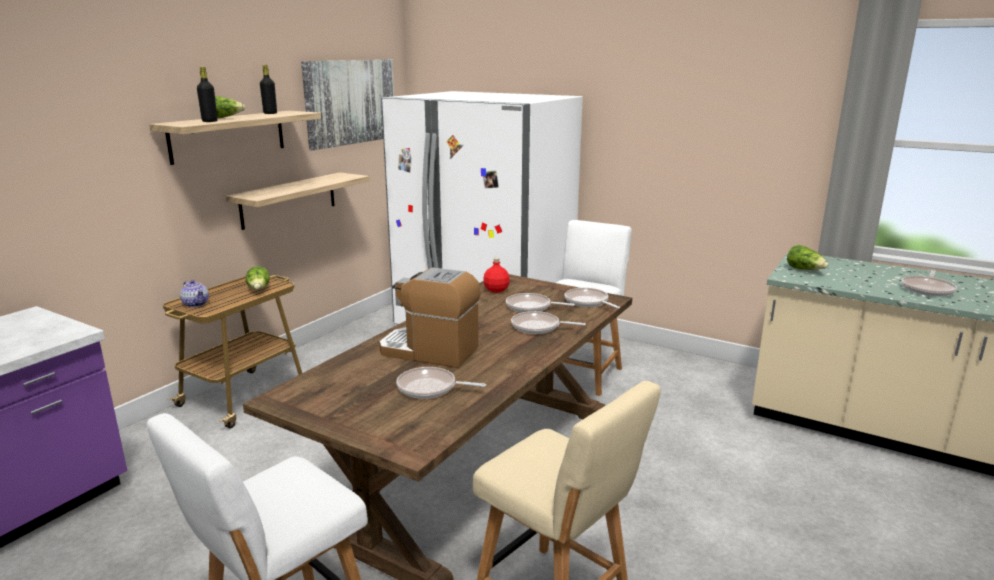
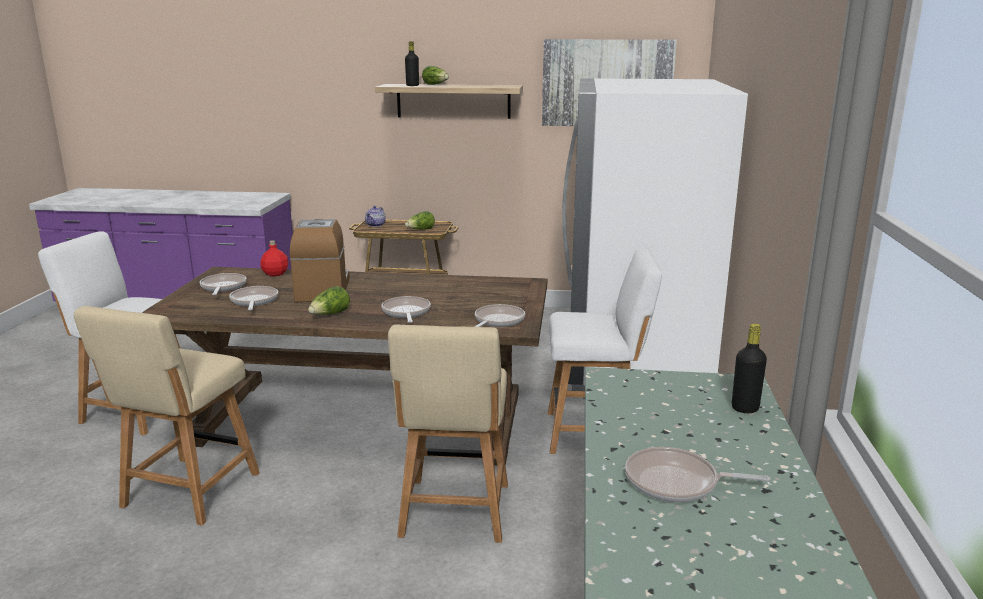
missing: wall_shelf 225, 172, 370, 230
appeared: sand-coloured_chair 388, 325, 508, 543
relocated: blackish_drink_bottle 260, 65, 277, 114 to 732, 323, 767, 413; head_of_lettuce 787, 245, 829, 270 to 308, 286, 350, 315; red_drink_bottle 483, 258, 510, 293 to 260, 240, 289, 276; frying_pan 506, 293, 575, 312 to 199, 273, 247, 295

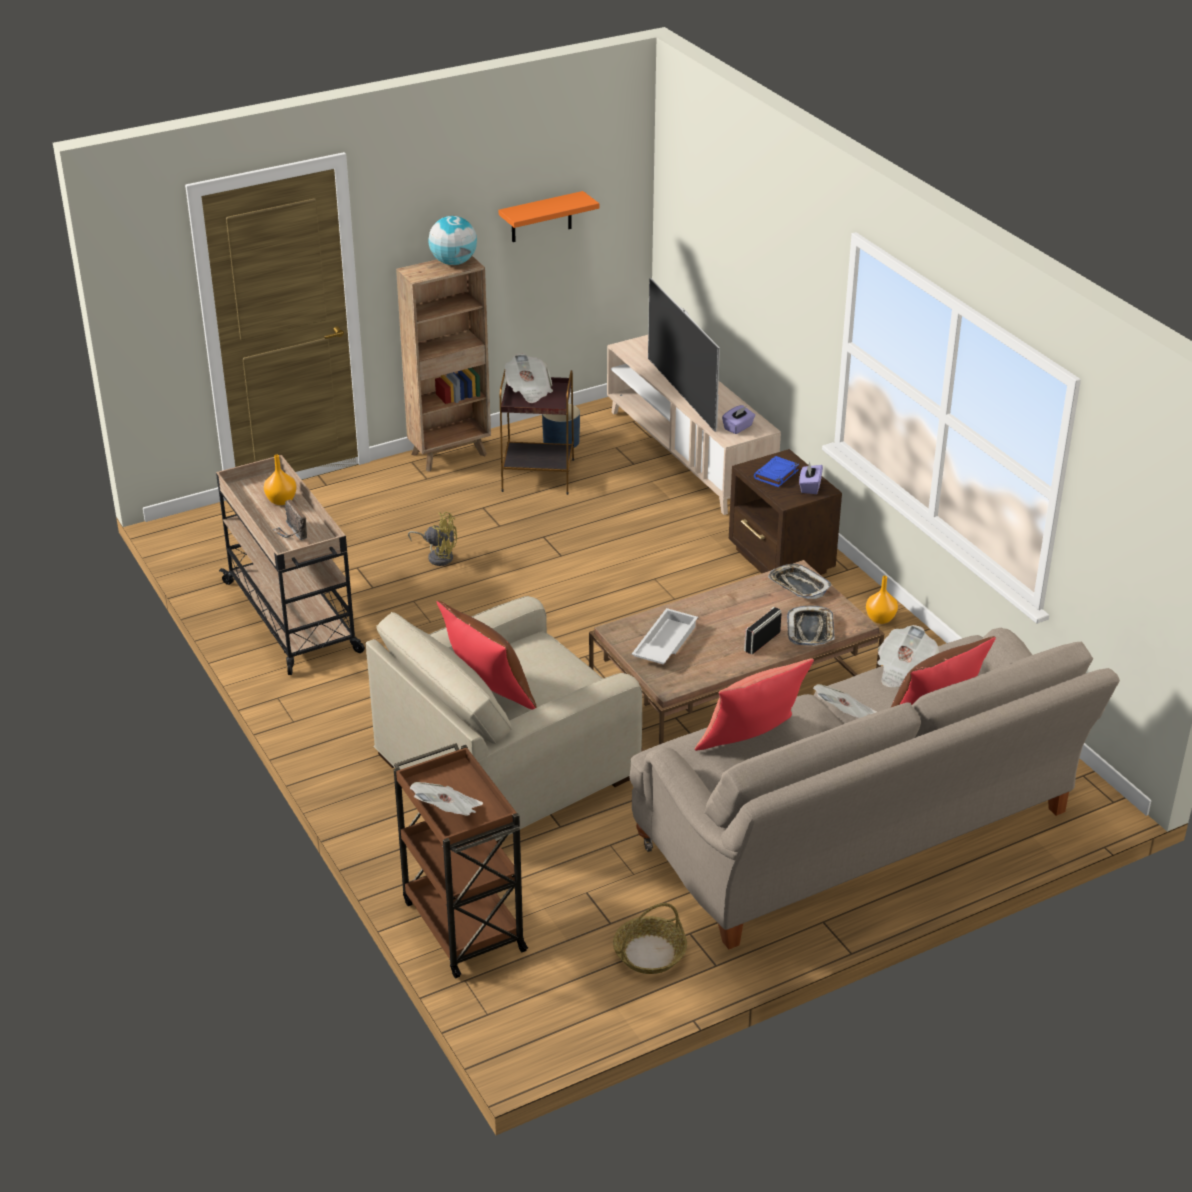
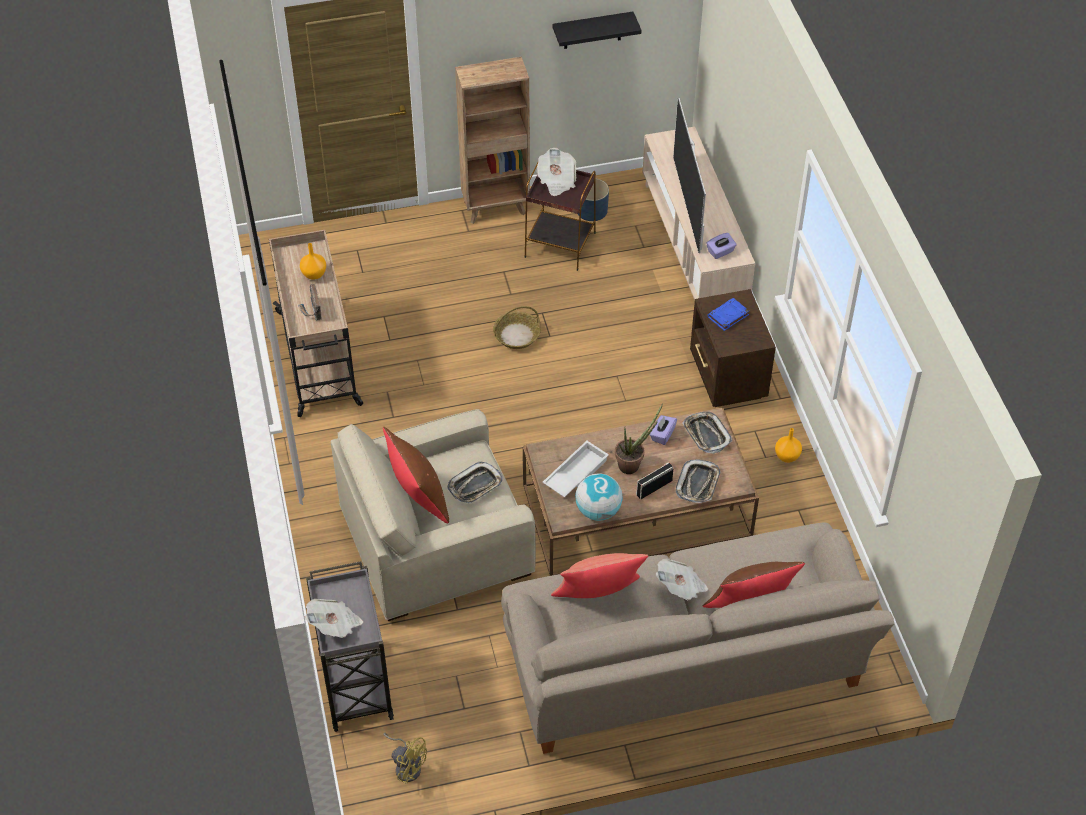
missing: newspaper 877, 625, 939, 687
appeared: potted_plant 615, 403, 663, 474; carrying_tray 447, 461, 503, 504
relocated: desk_globe 428, 216, 477, 265 to 575, 473, 623, 521; purplish_box_of_tissues 799, 462, 823, 494 to 650, 415, 677, 445; yellow-coloured_electric_fan 408, 512, 457, 566 to 383, 733, 427, 784; basket 613, 903, 687, 974 to 493, 306, 541, 349
colour: orange_wall_shelf 499, 191, 599, 242 to blackish_wall_shelf 553, 12, 641, 49; brownish_trolley 394, 743, 528, 978 to grey_trolley 306, 561, 394, 732

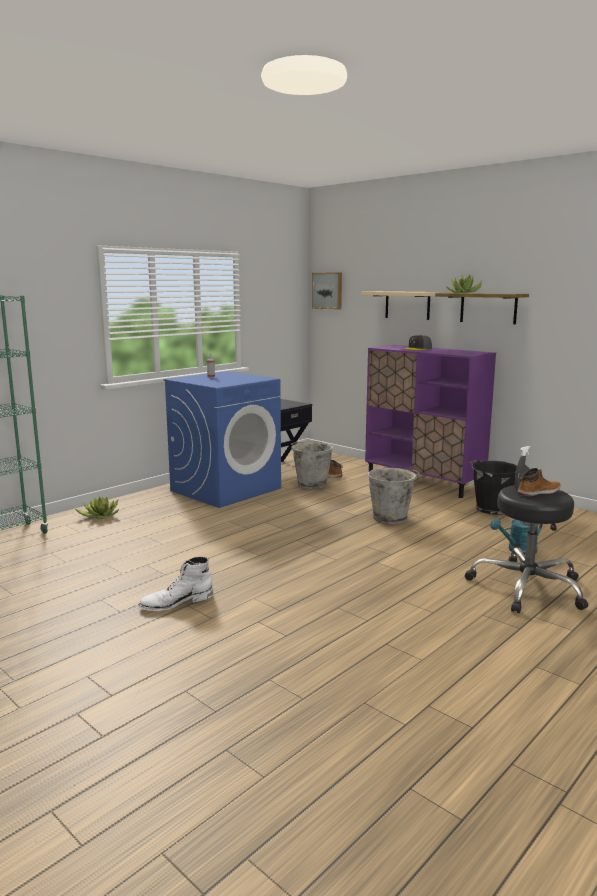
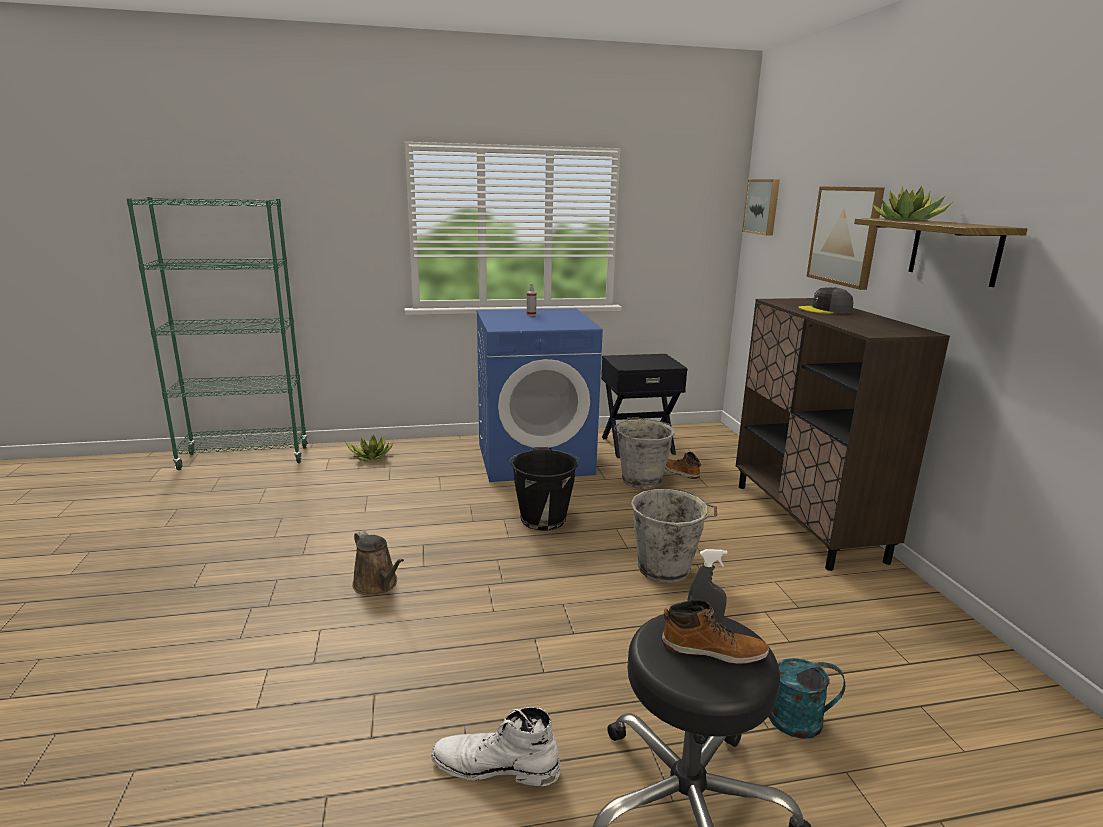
appeared: brownish_sprinkling_can 352, 530, 404, 595
relocated: blackish_pail 469, 460, 517, 515 to 509, 447, 579, 531; whitish_boot 139, 556, 214, 611 to 431, 707, 561, 786
exchanged: sand-coloured_wall_shelf 361, 291, 439, 320 to wall_art 806, 186, 885, 290
colour: purplish_cabinet 365, 345, 496, 498 to brownish_cabinet 736, 298, 950, 571

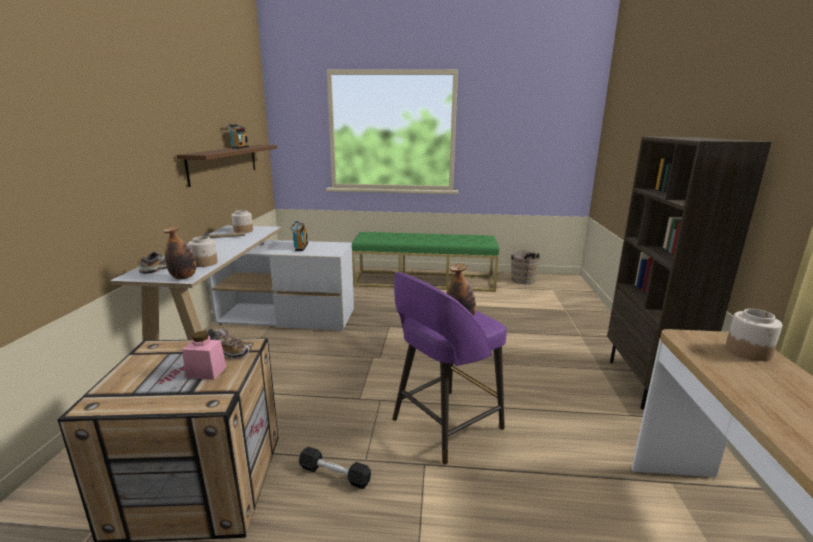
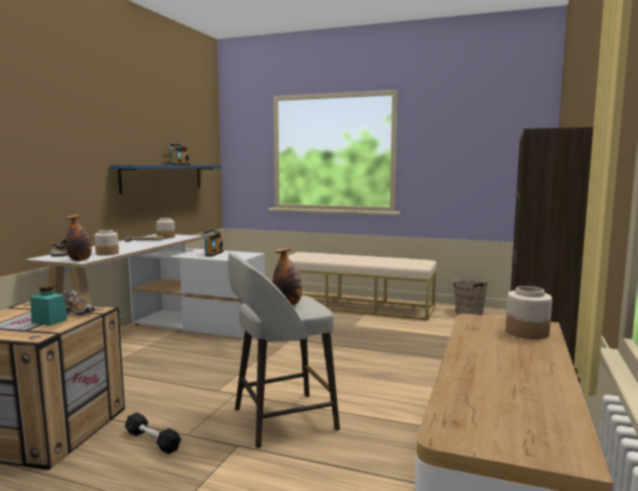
colour: brownish_wall_shelf 176, 145, 277, 187 to blue_wall_shelf 110, 165, 221, 194; greenish_bench 352, 232, 499, 292 to sand-coloured_bench 288, 252, 437, 321; purplish_sitting_stool 392, 272, 507, 465 to grey_sitting_stool 228, 252, 340, 448; pink-coloured_storage_jar 182, 331, 226, 380 to turquoise_storage_jar 31, 285, 67, 326

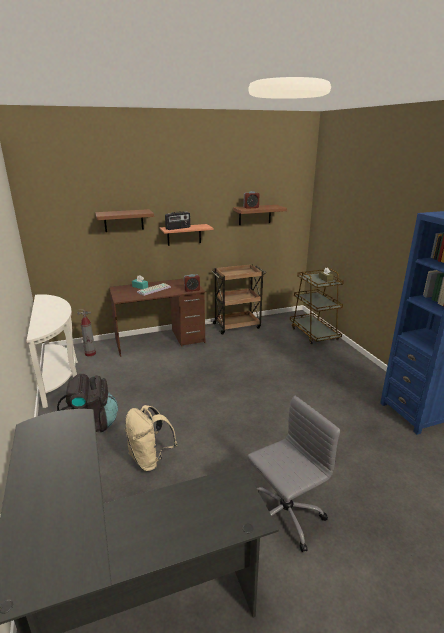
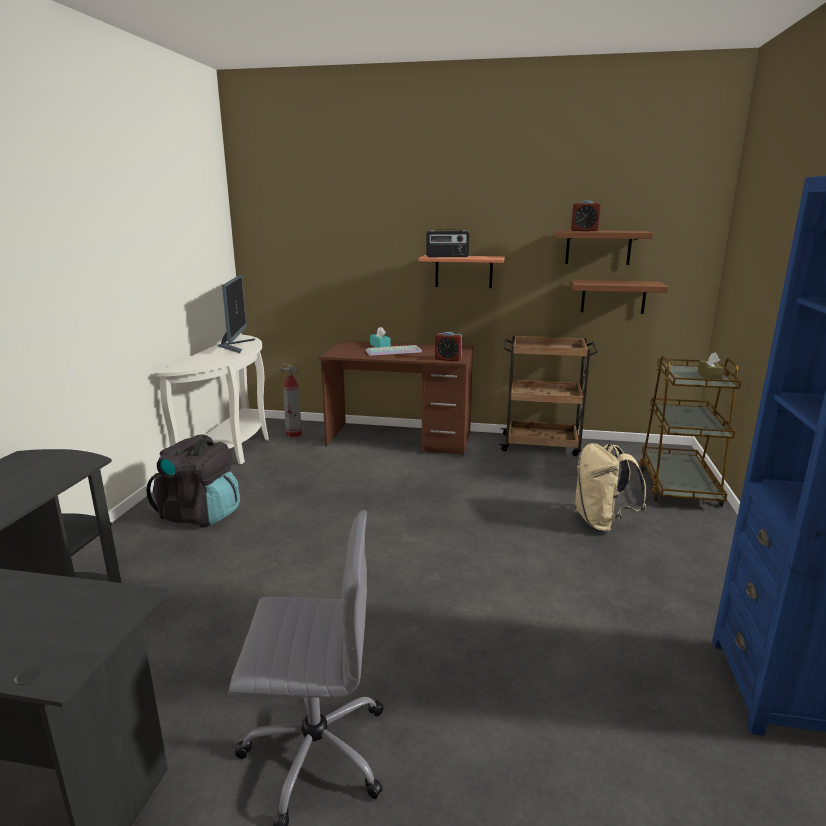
appeared: computer_display 218, 275, 255, 353
relocated: wall_shelf 95, 209, 154, 232 to 571, 280, 669, 314; sand-coloured_backpack 125, 405, 177, 471 to 574, 443, 646, 533

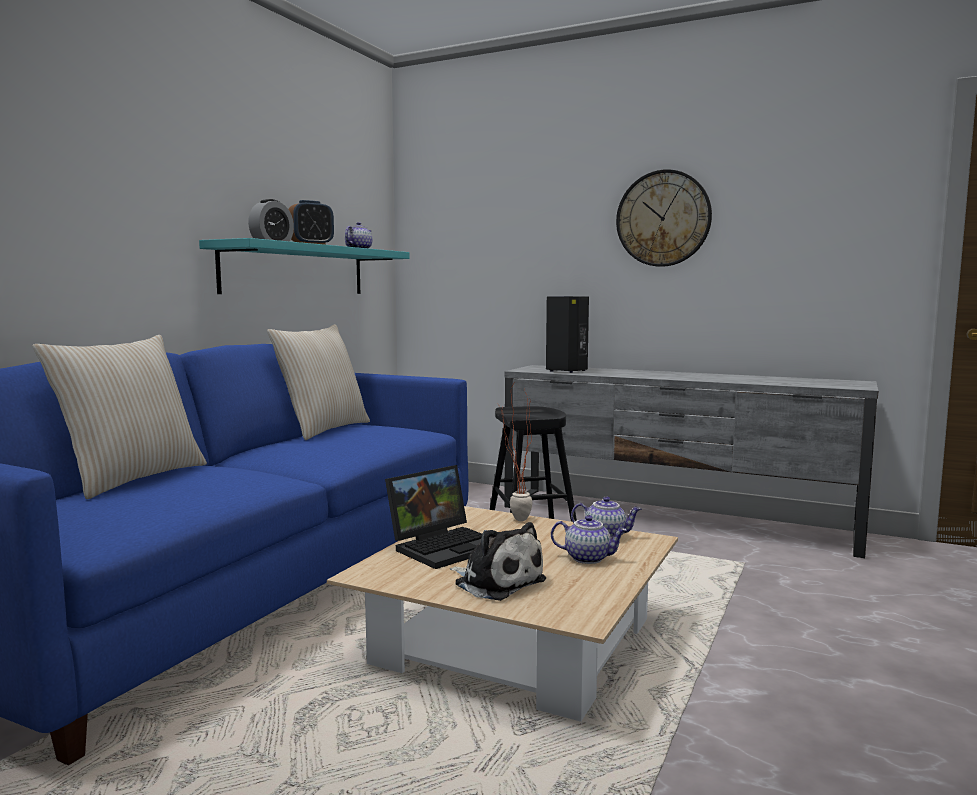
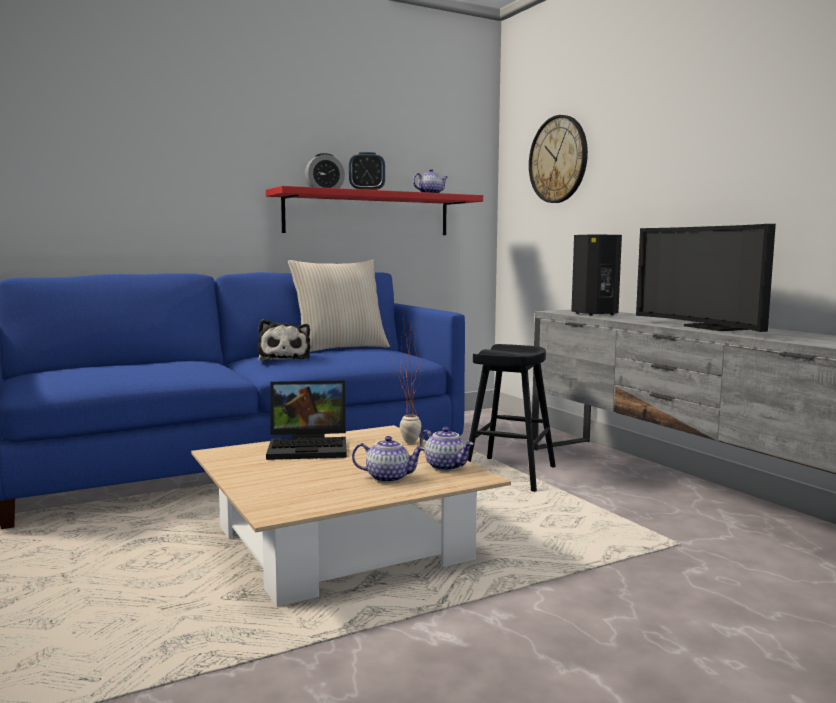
missing: sand-coloured_pillow 33, 335, 207, 499
appeared: TV 636, 224, 776, 332
relocated: hanging_clock 616, 169, 712, 267 to 529, 115, 588, 203; cuddly_toy 450, 522, 546, 601 to 257, 319, 311, 361
colour: turquoise_wall_shelf 199, 238, 410, 294 to red_wall_shelf 266, 186, 483, 235
spun: teapot 551, 515, 627, 564 = 352, 436, 425, 483 45 degrees counterclockwise

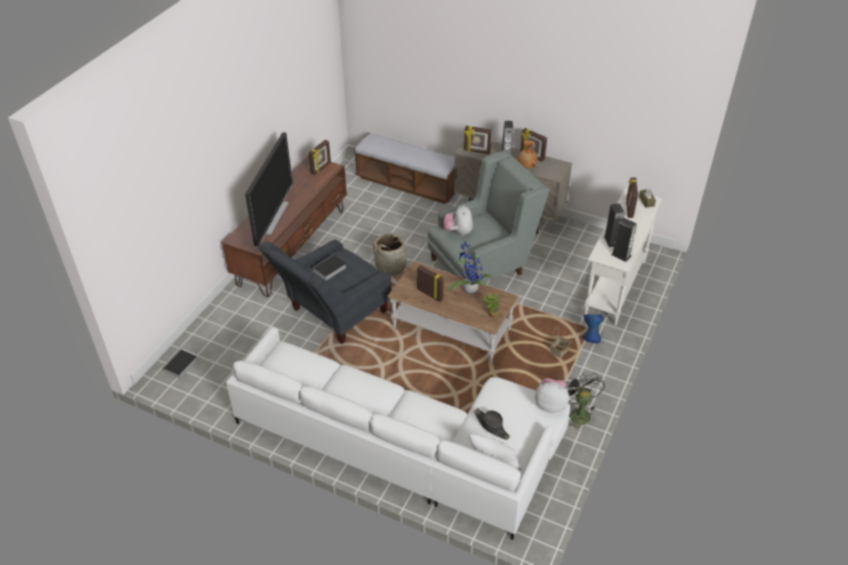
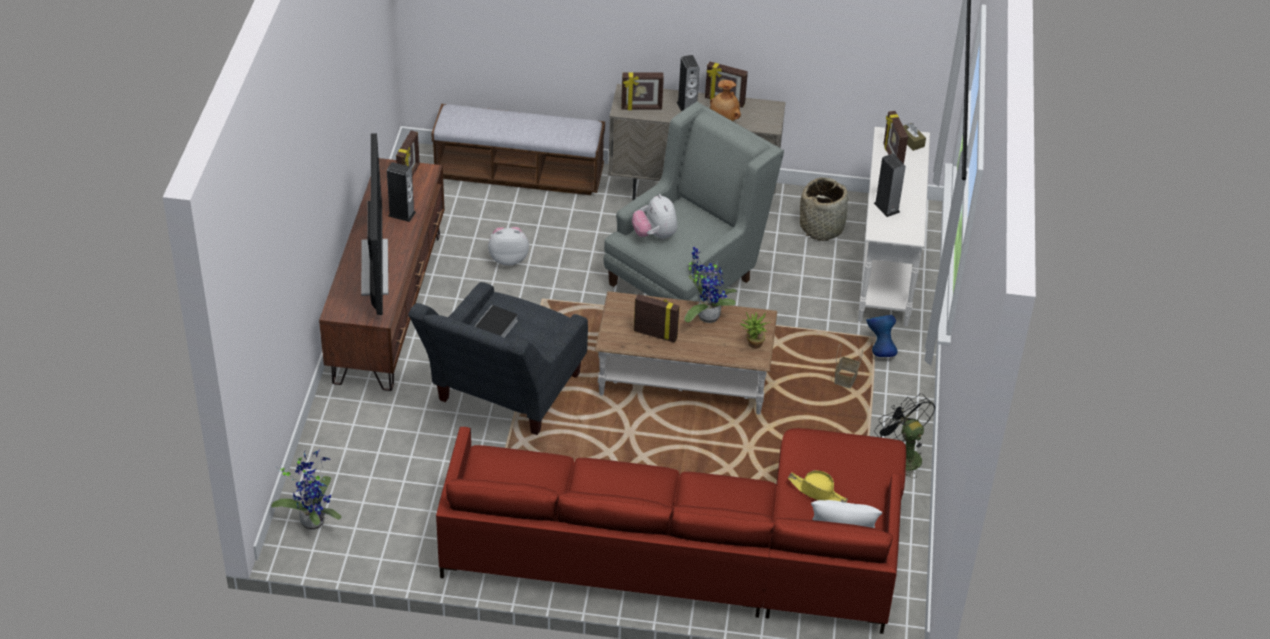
relocated: loudspeaker 612, 218, 637, 262 to 387, 162, 416, 222; basket 373, 233, 412, 276 to 800, 178, 848, 241; cuddly_toy 535, 378, 569, 413 to 488, 227, 529, 266
exchanged: volume 161, 350, 198, 379 to potted_plant 271, 449, 341, 530
colour: whitish_settee 226, 327, 570, 540 to red_settee 436, 427, 906, 634; blackish_clothing_hat 474, 408, 510, 440 to yellow-coloured_clothing_hat 788, 470, 848, 503

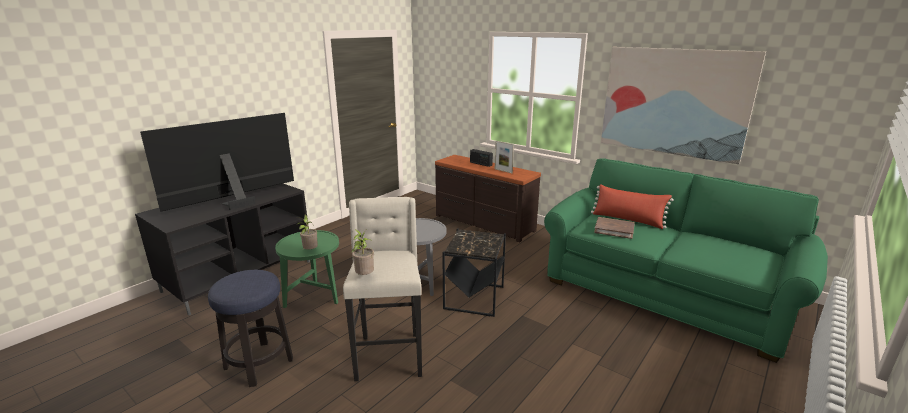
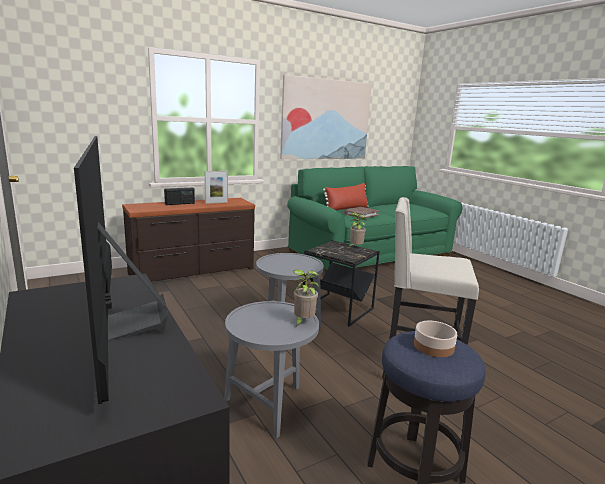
appeared: serving_bowl 414, 321, 457, 357
relocated: potted_plant 352, 229, 374, 275 to 349, 212, 367, 247
colour: greenish_accent_table 275, 230, 339, 308 to grey_accent_table 224, 301, 319, 438

